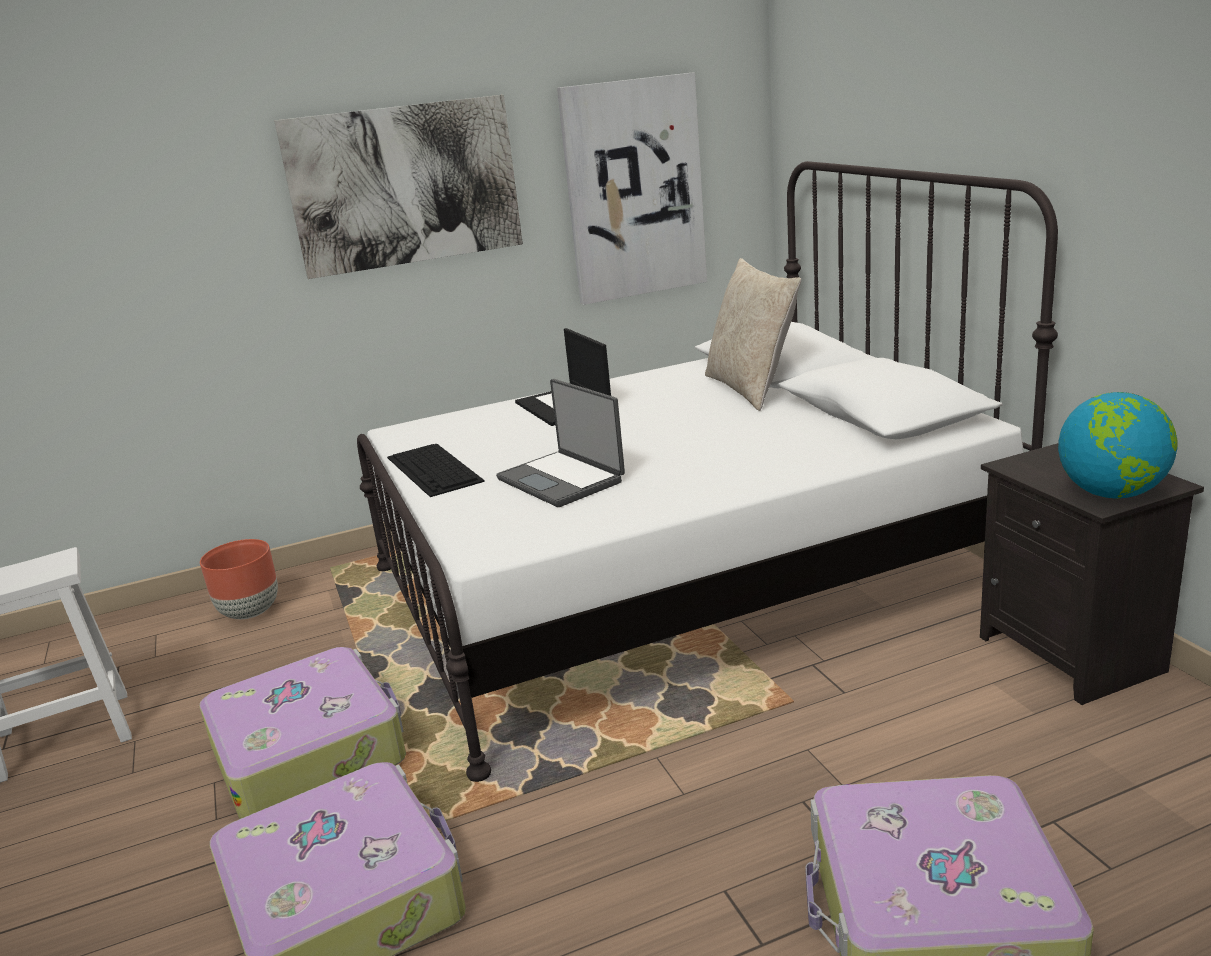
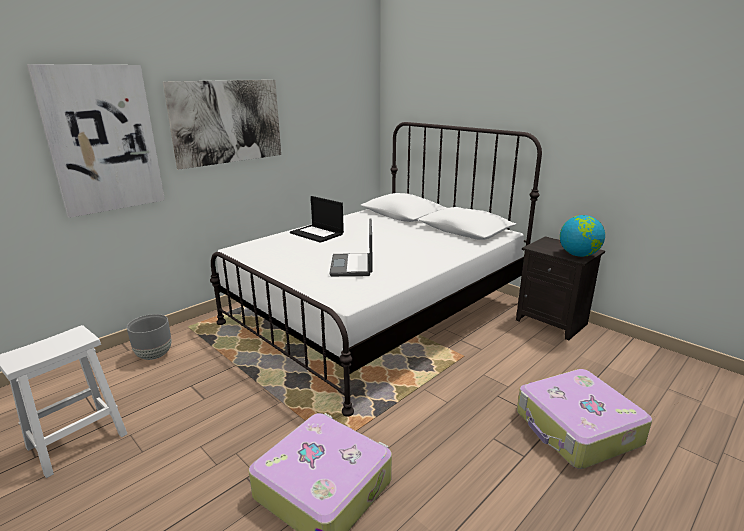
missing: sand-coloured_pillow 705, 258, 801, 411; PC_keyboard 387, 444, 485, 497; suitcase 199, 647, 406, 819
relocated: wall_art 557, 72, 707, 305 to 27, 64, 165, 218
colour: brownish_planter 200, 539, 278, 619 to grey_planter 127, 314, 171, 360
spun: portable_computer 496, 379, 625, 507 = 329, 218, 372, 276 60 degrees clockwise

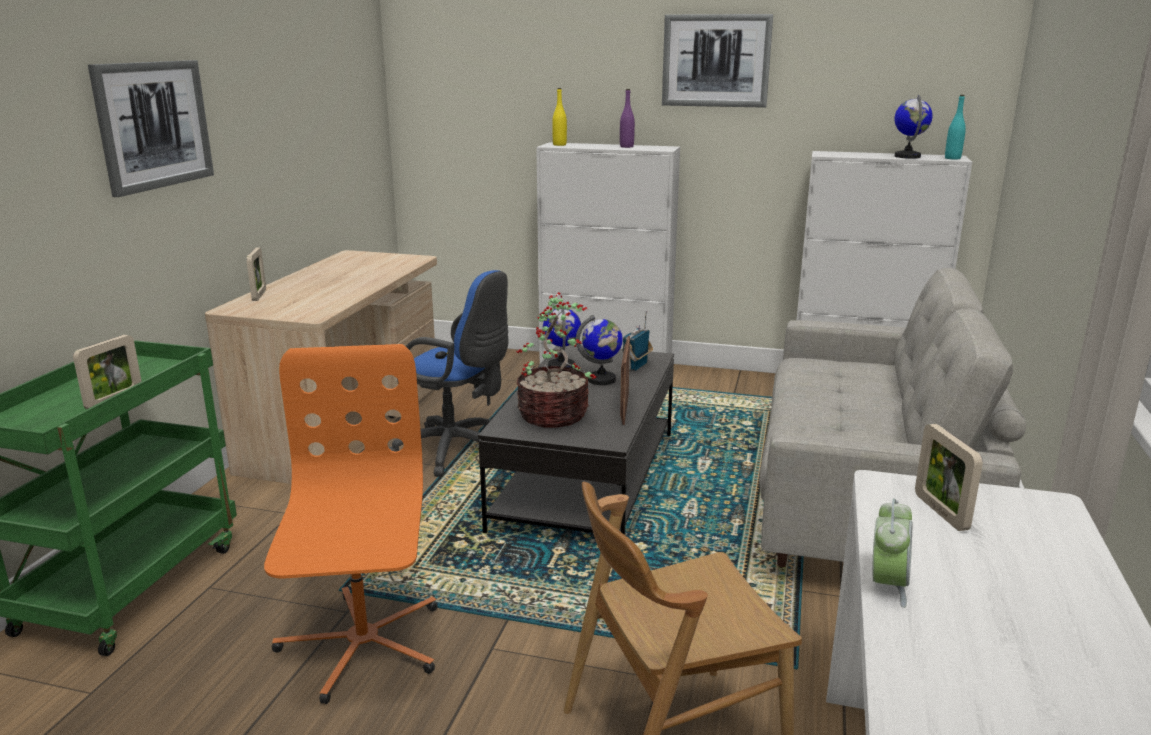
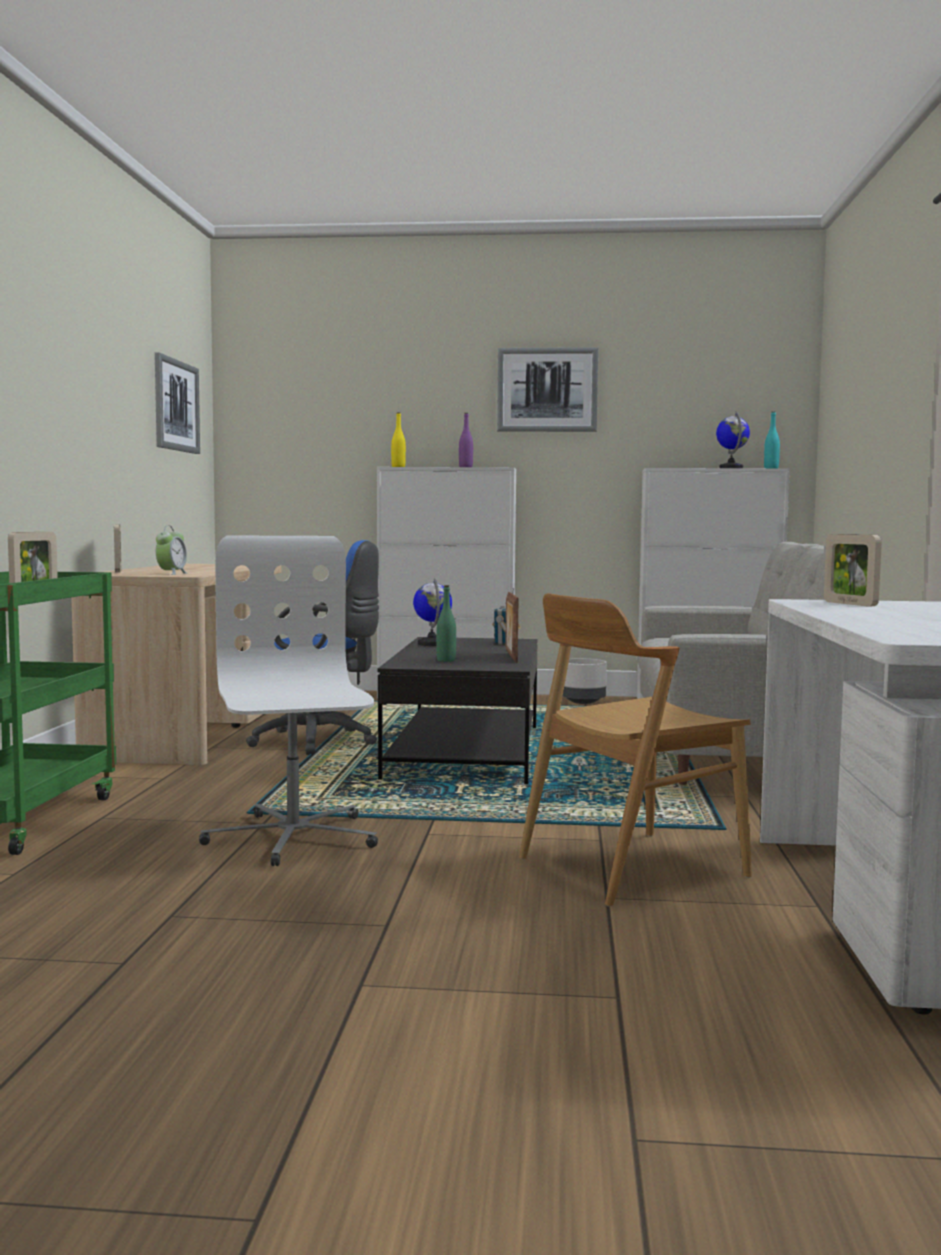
missing: desk_globe 576, 315, 623, 385
appeared: grey_planter 563, 658, 607, 704
relocated: wall_art 88, 60, 214, 197 to 155, 353, 200, 454; bedside_clock 872, 499, 912, 608 to 156, 525, 187, 575
exchanged: potted_plant 516, 292, 596, 428 to greenish_drink_bottle 436, 585, 456, 662
colour: orange_office_chair 264, 344, 438, 704 to whitish_office_chair 199, 535, 378, 866

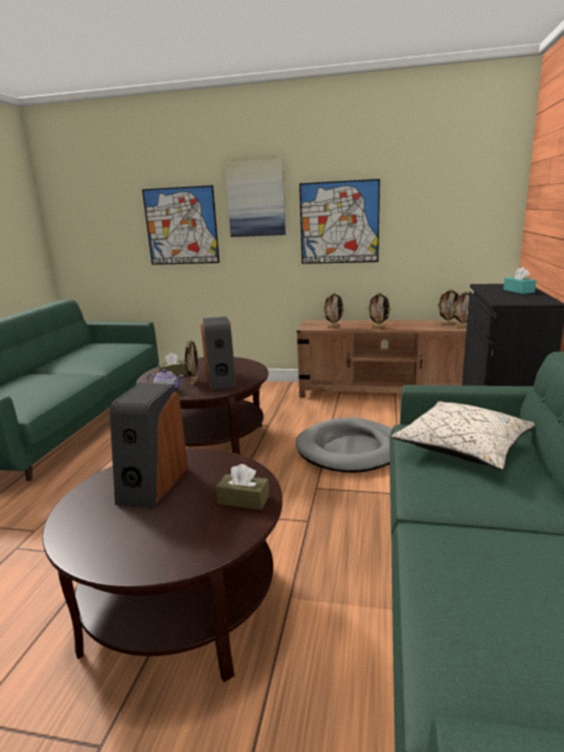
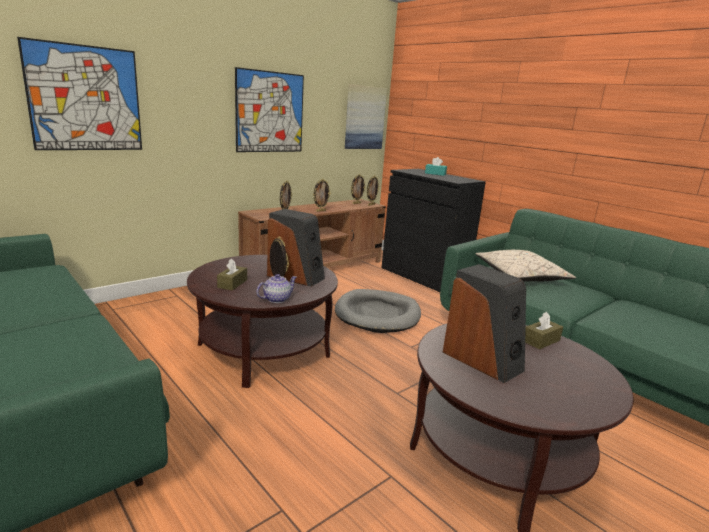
relocated: wall_art 225, 159, 286, 237 to 345, 84, 387, 149

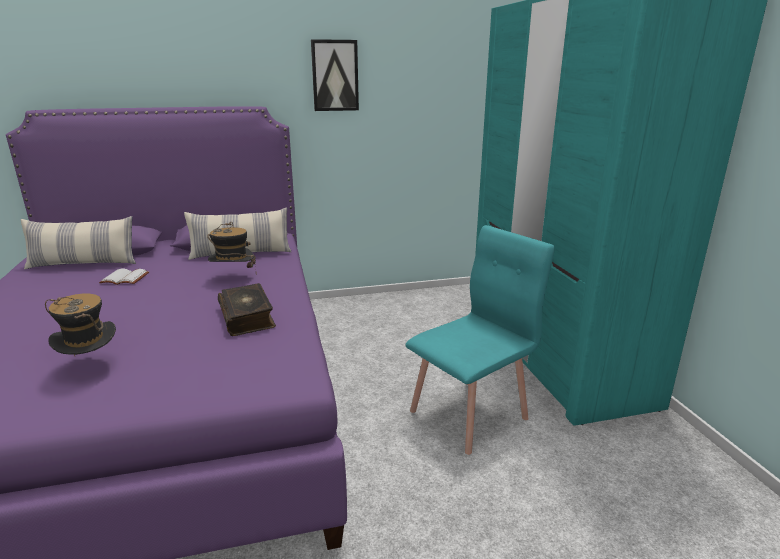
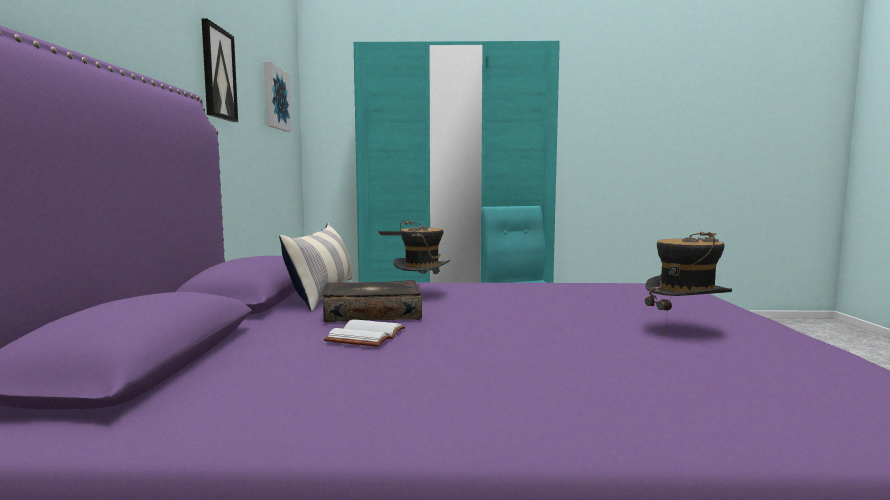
missing: pillow 21, 216, 136, 269
appeared: wall_art 264, 61, 291, 132
relocated: volume 218, 283, 276, 336 to 322, 280, 422, 322

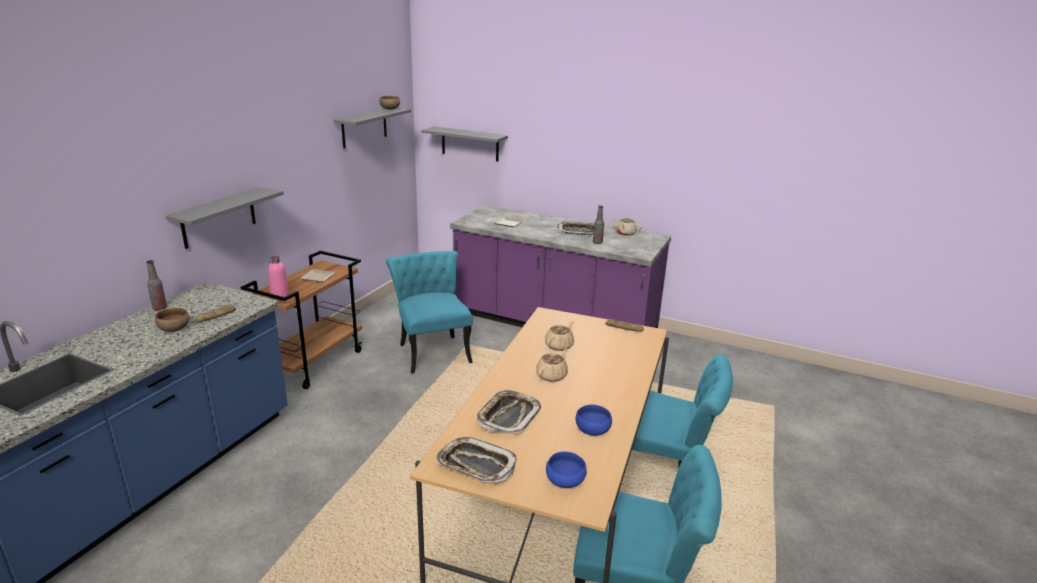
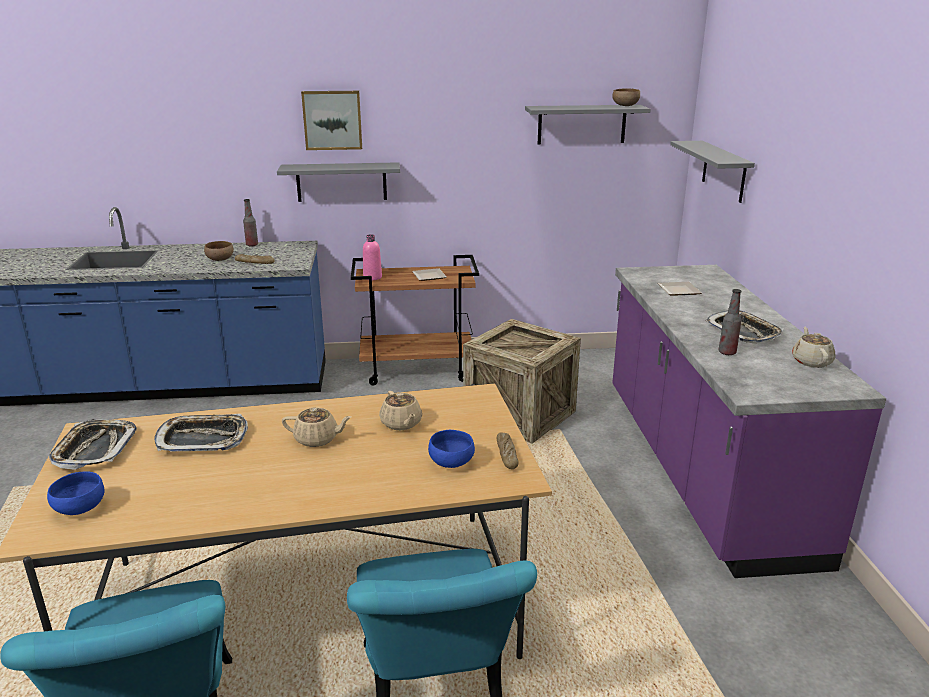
appeared: wall_art 301, 91, 362, 150
relocated: blue_serving_bowl 576, 405, 612, 436 to 428, 430, 475, 468
exchanged: turquoise_chair 386, 251, 473, 374 to crate 463, 319, 581, 444
spun: sand-coloured_teapot 545, 321, 574, 351 = 379, 391, 422, 430 60 degrees clockwise

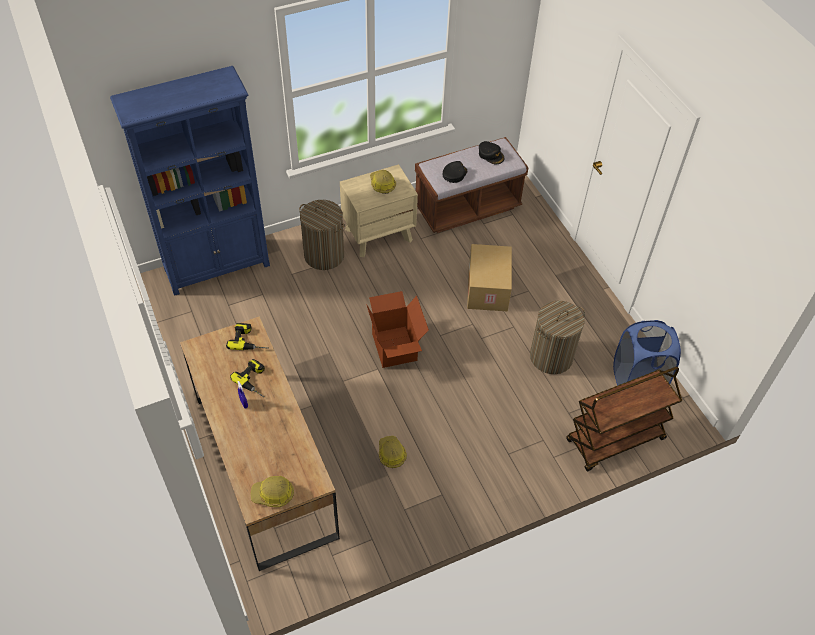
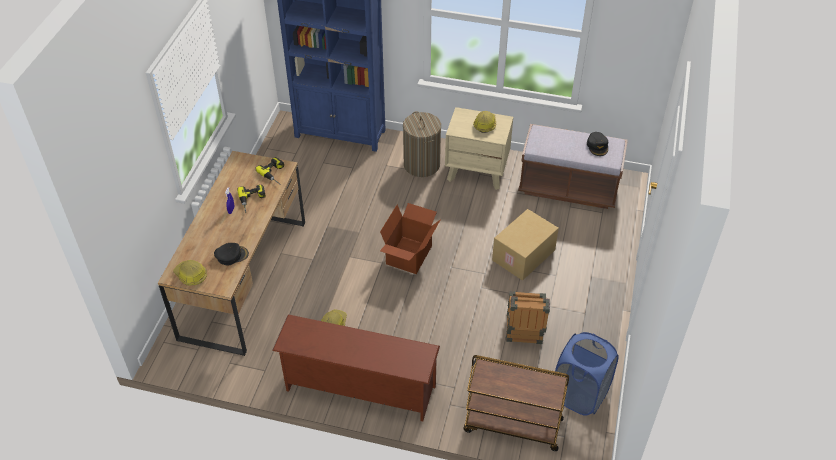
appeared: brownish_shoe_rack 272, 314, 440, 422
relocated: blackish_peaked_cap 443, 161, 467, 183 to 214, 243, 249, 265
exchanged: laundry_basket 530, 301, 585, 374 to crate 506, 291, 550, 344

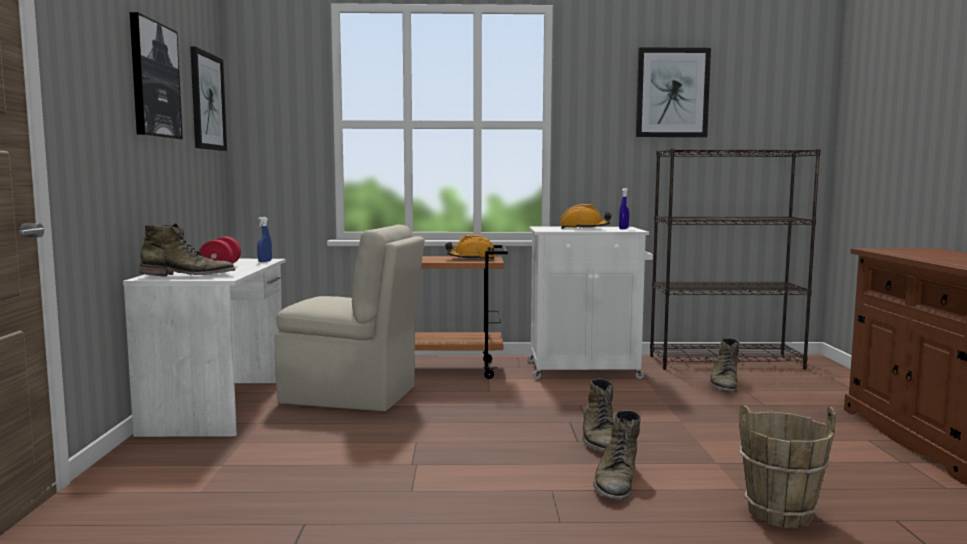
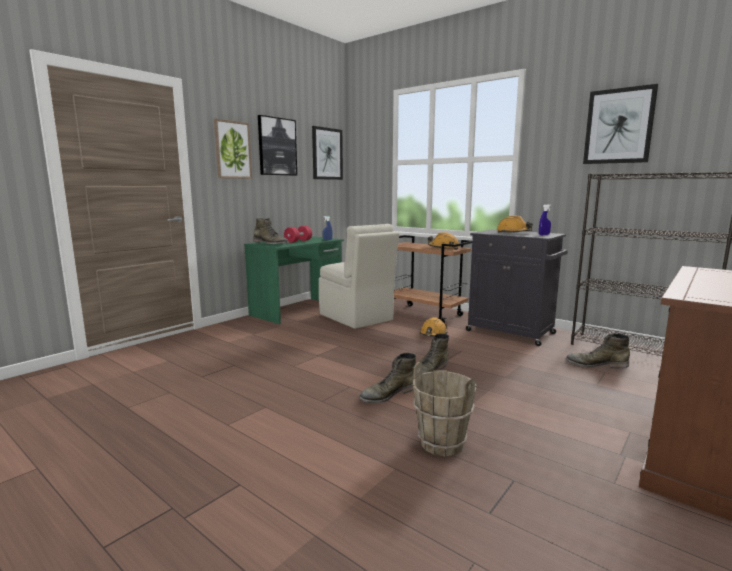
appeared: wall_art 214, 118, 252, 179; orange_work_helmet 420, 317, 448, 336
colour: whitish_cabinet 528, 227, 653, 379 to blackish_cabinet 466, 229, 568, 346; whitish_desk 123, 259, 286, 437 to greenish_desk 244, 236, 344, 324
spun: greenish_boot 710, 338, 740, 392 = 566, 334, 630, 368 45 degrees clockwise

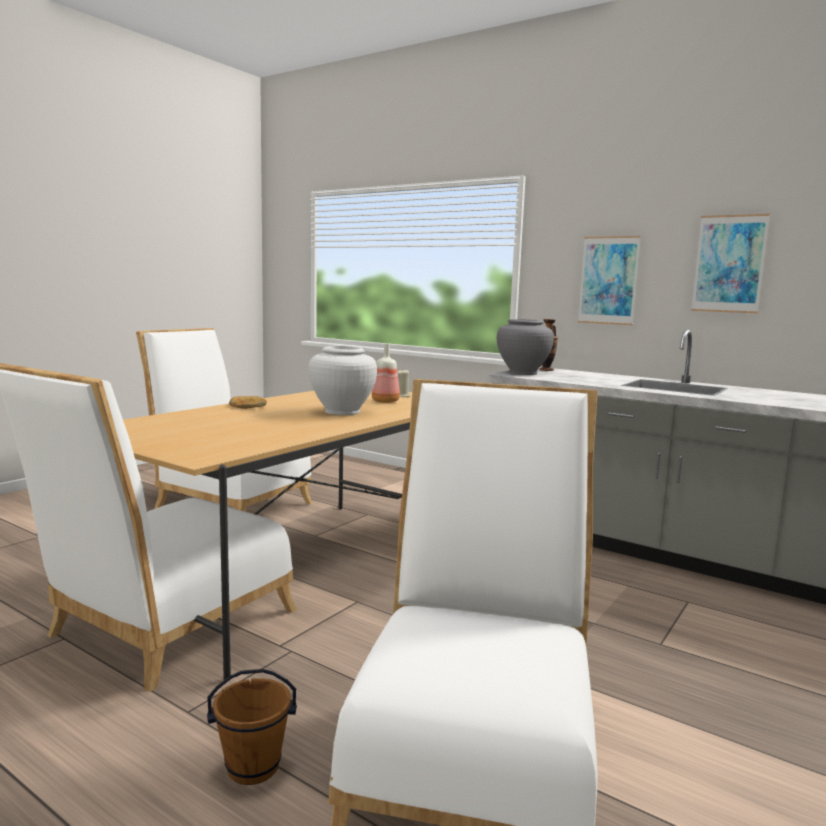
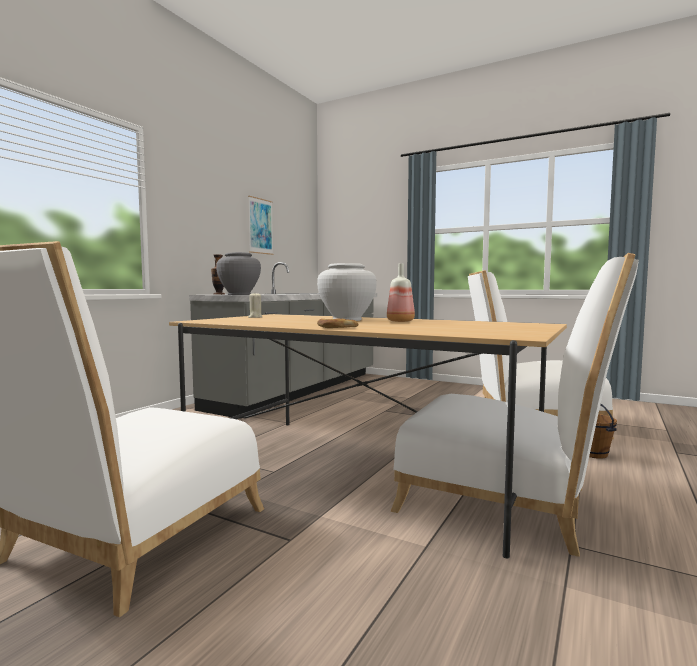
missing: wall_art 578, 236, 641, 325
relocated: drink_bottle 372, 343, 400, 403 to 387, 263, 415, 322

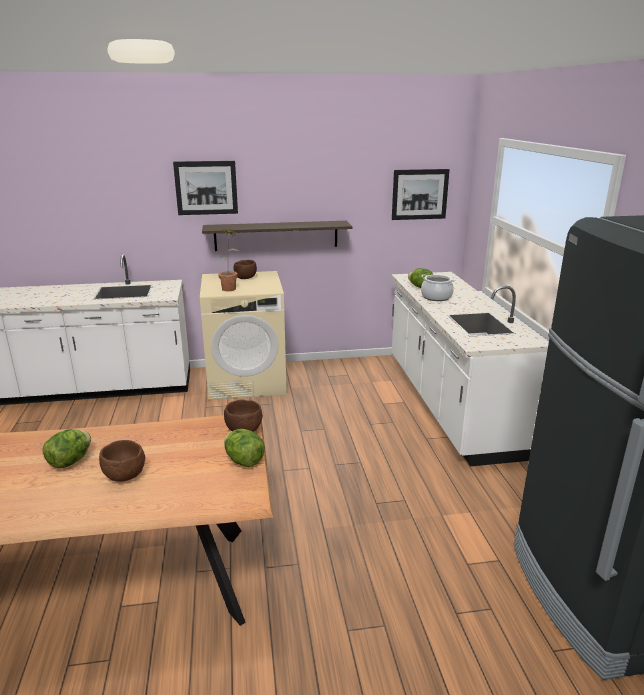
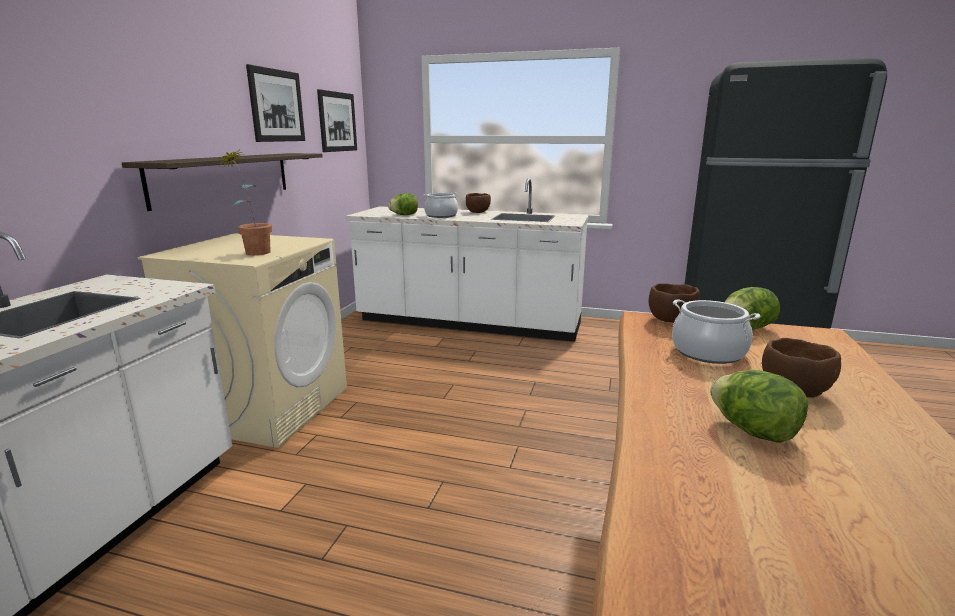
appeared: cooking_pot 672, 299, 761, 364
relocated: wall_art 173, 161, 238, 215 to 246, 64, 305, 142; brownish_serving_bowl 234, 260, 257, 279 to 466, 193, 491, 213

